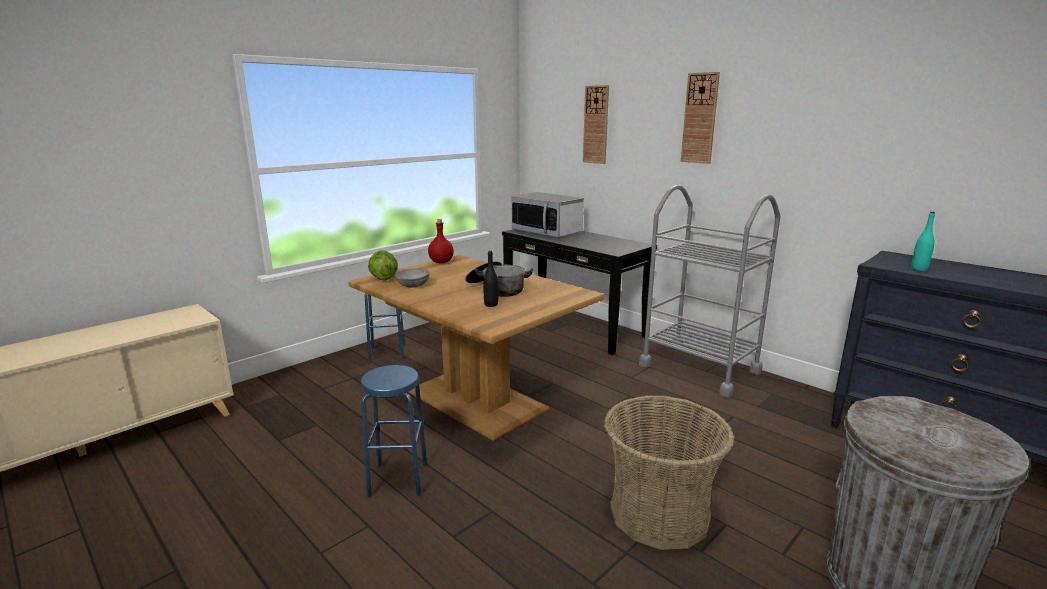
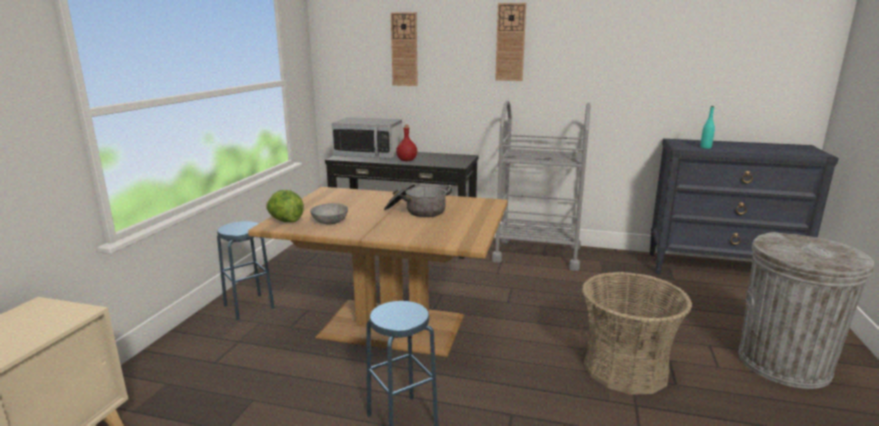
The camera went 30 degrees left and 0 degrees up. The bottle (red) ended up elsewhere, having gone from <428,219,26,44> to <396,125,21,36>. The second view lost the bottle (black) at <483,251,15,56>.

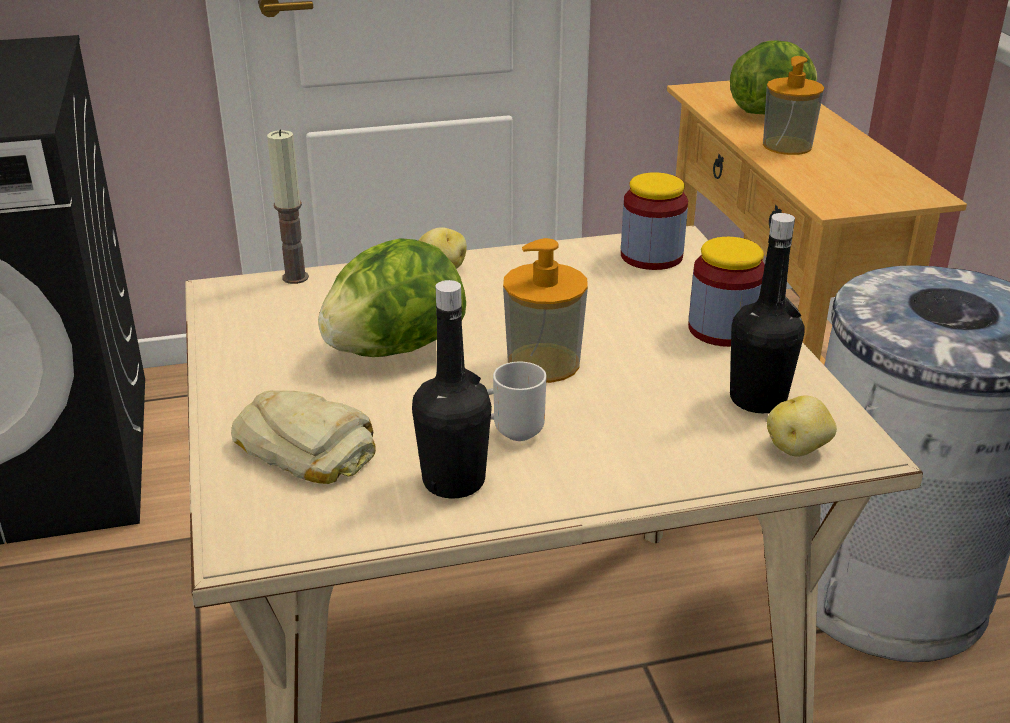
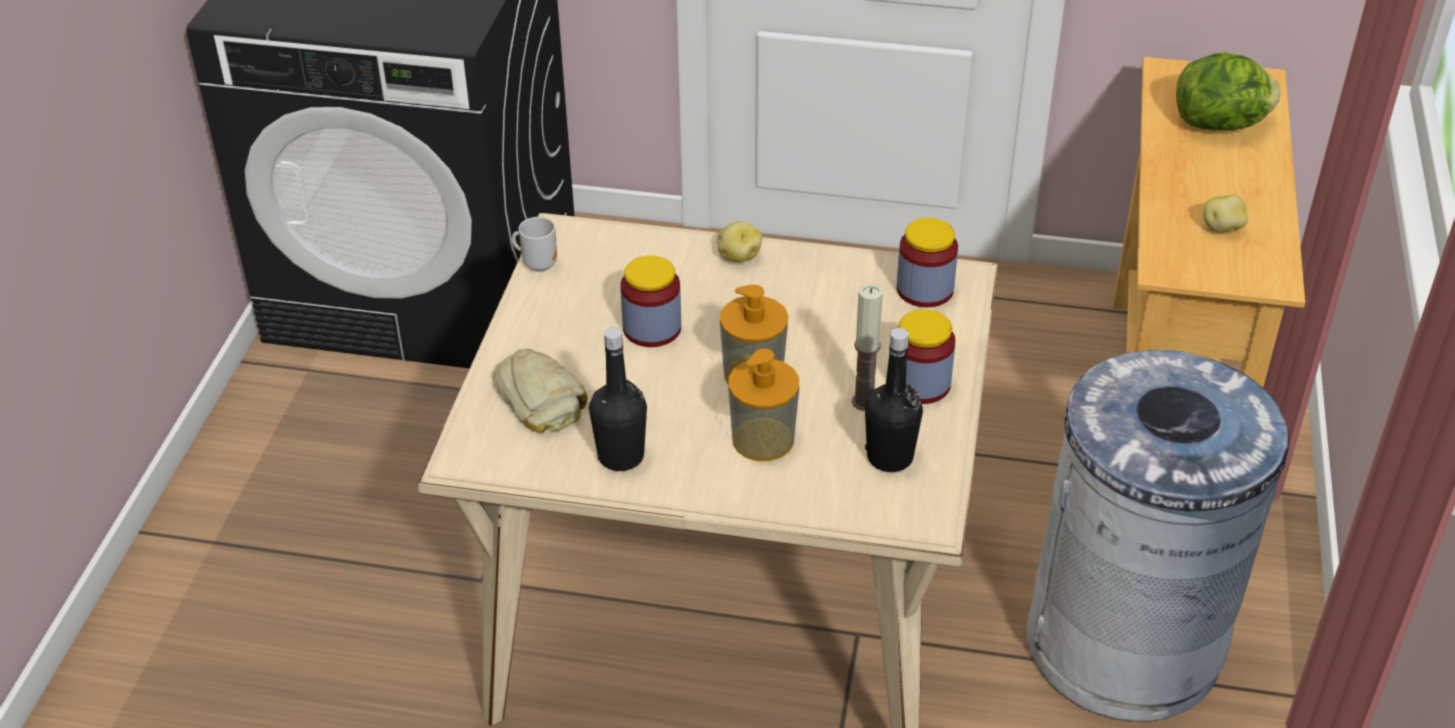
The camera went 25 degrees right and 10 degrees up. The candle ended up elsewhere, having gone from <267,129,42,155> to <852,284,31,127>. Where the lettuce stood at <318,238,148,119>, the jar came to stand at <621,256,60,91>. The mug ended up elsewhere, having gone from <487,362,60,79> to <512,217,45,55>. The soap dispenser ended up elsewhere, having gone from <763,56,61,99> to <728,348,71,113>. The potato ended up elsewhere, having gone from <767,396,70,61> to <1203,195,45,38>.

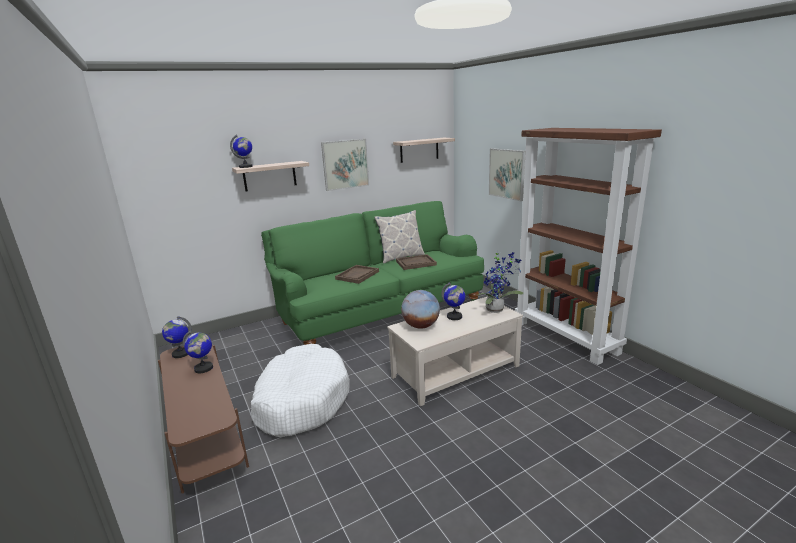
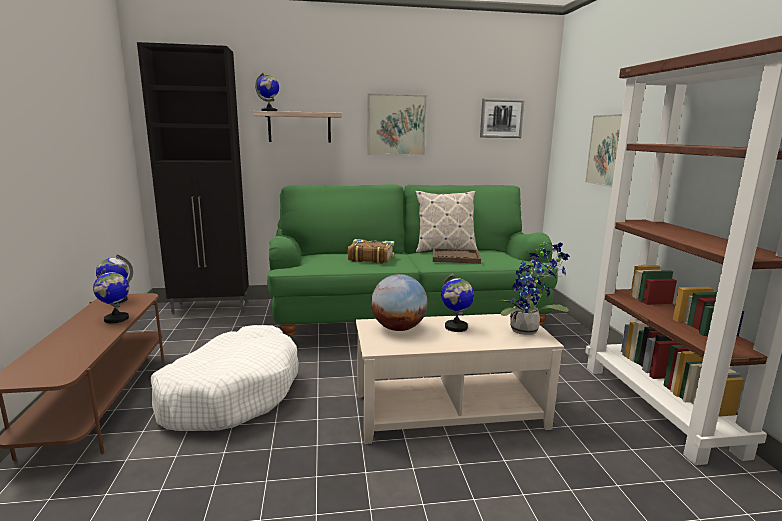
The camera went 20 degrees right and 5 degrees down. Where the tray (brown) stood at <335,265,44,19>, the book came to stand at <348,239,46,25>. Where the shelf hung at <393,138,62,25>, the picture came to hang at <480,99,45,39>. The second view gained the cabinet (black) at <137,42,112,272>.

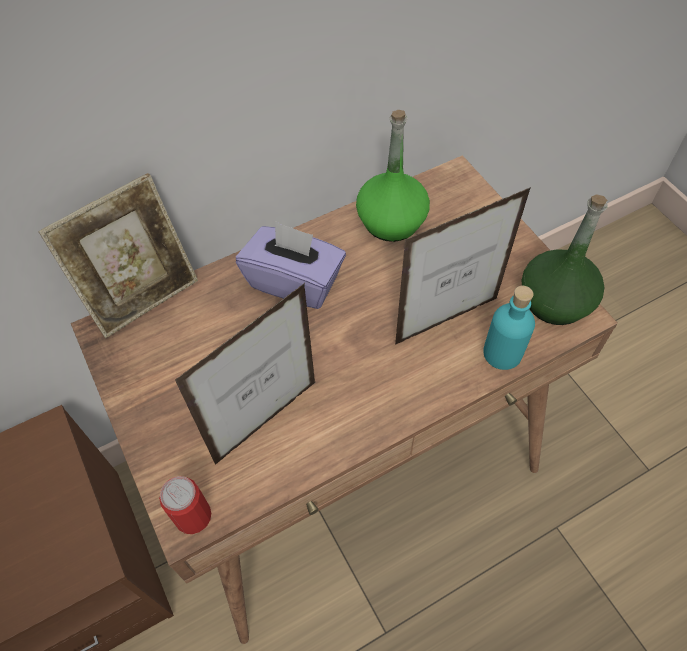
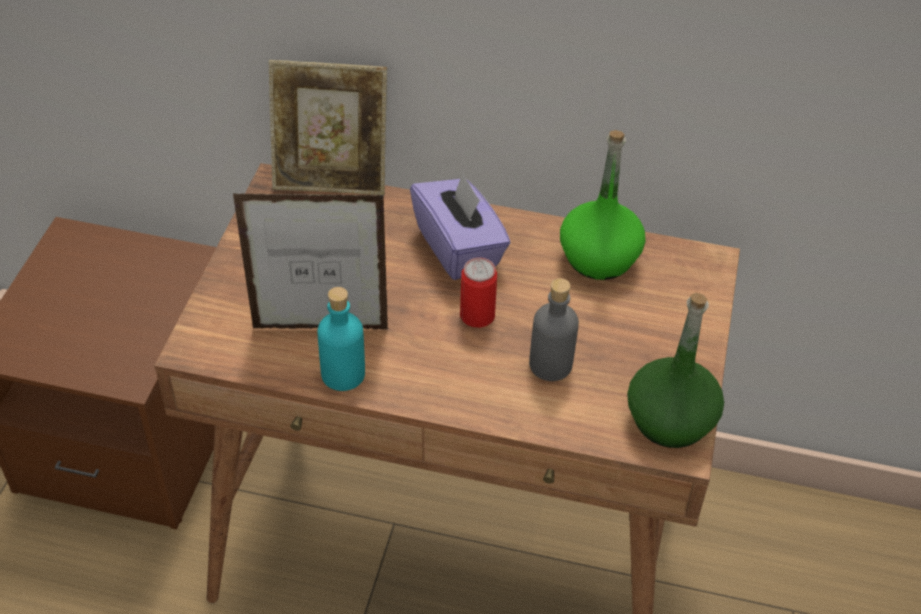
The camera went 40 degrees right and 10 degrees down. The can ended up elsewhere, having gone from <159,476,52,58> to <460,258,37,70>. Where the picture frame stood at <395,187,136,158>, the bottle (grey) came to stand at <529,278,50,103>. The bottle (turquoise) ended up elsewhere, having gone from <483,286,52,84> to <317,287,48,104>.

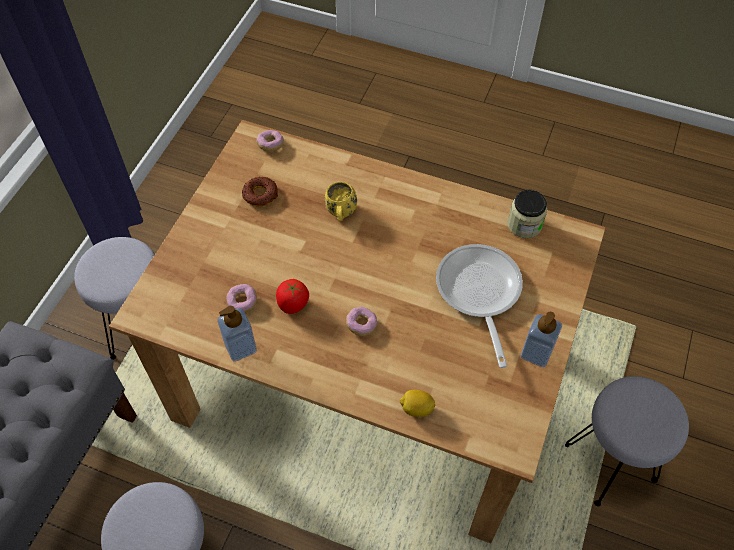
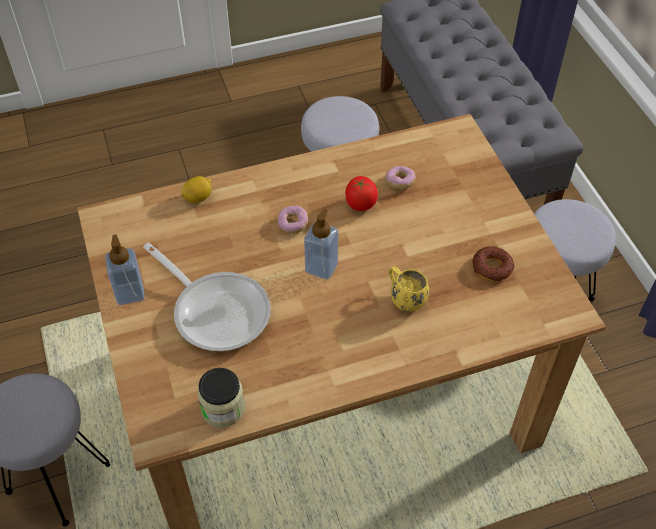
The camera went 140 degrees right and 5 degrees down. The soap dispenser ended up elsewhere, having gone from <217,306,40,55> to <304,209,35,71>. The second view lost the donut at <256,130,28,22>.

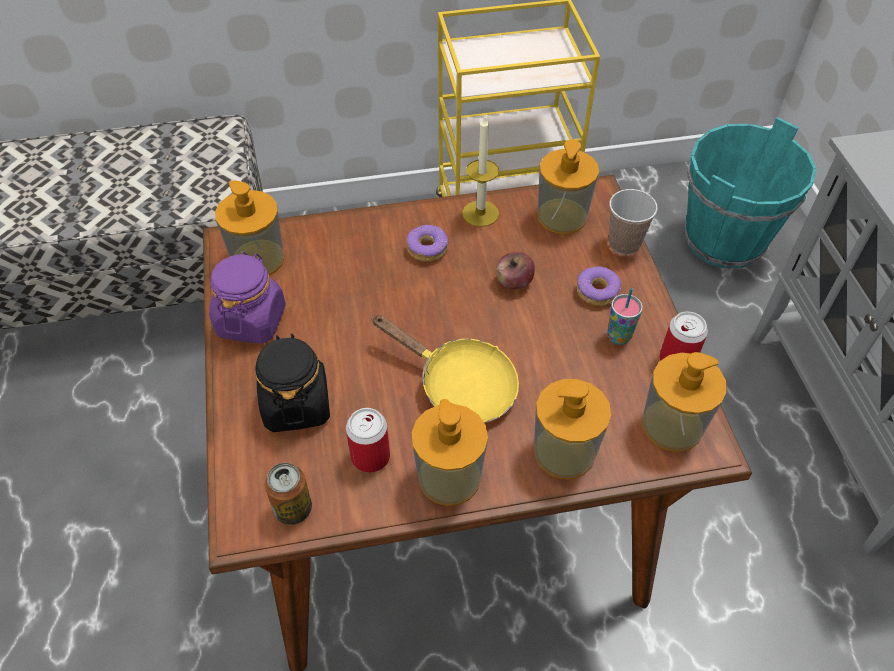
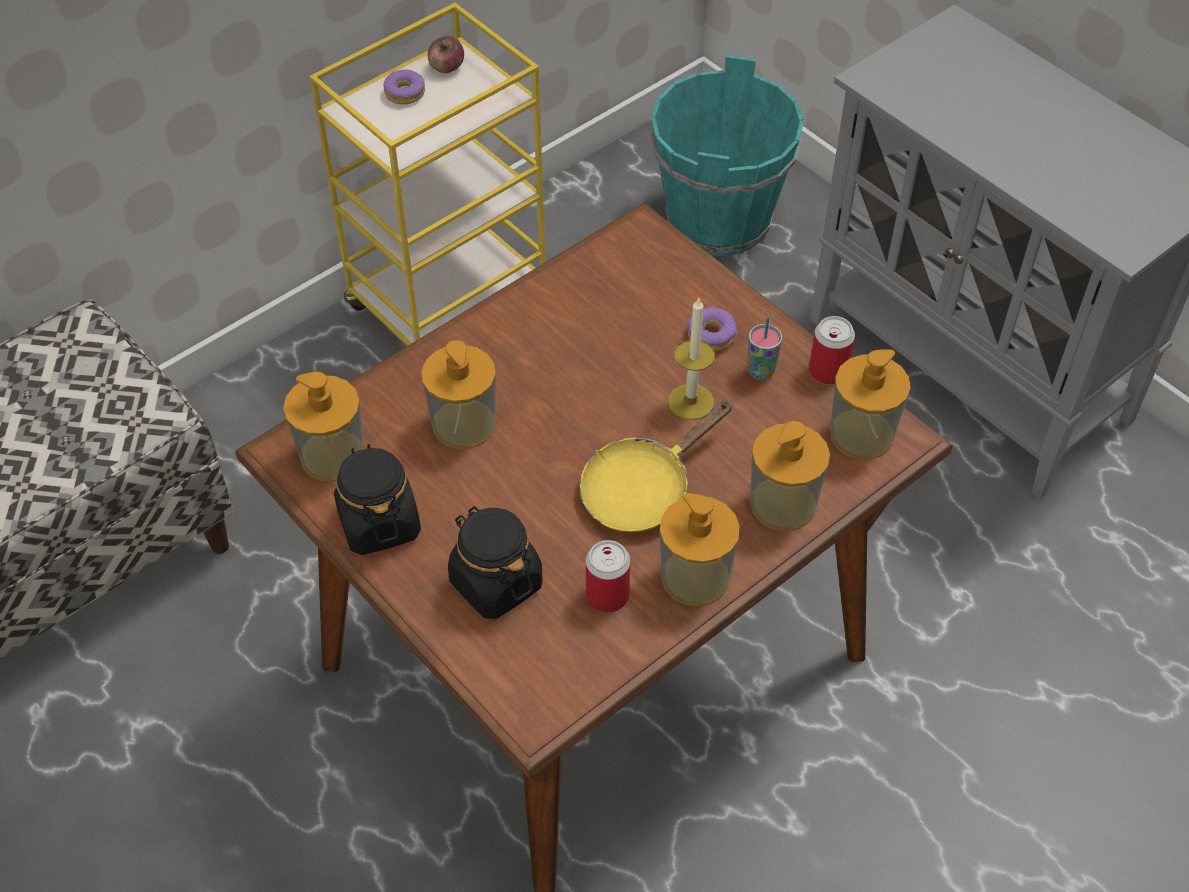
The camera went 30 degrees left and 0 degrees up. What was the jar (purple) at <209,252,77,92> turned into the jar (black) at <334,444,87,111>. The second view lost the can at <265,463,47,62>. The frying pan (yellow) at <371,315,148,108> ended up facing another way, 135 degrees clockwise from before. The donut ended up elsewhere, having gone from <407,225,41,37> to <384,69,41,35>. The candle ended up elsewhere, having gone from <462,117,37,110> to <668,298,47,122>. The apple ended up elsewhere, having gone from <495,252,40,37> to <428,36,36,37>. The soap dispenser ended up elsewhere, having gone from <538,139,61,95> to <421,340,75,110>. The second view lost the cup at <609,189,49,66>.

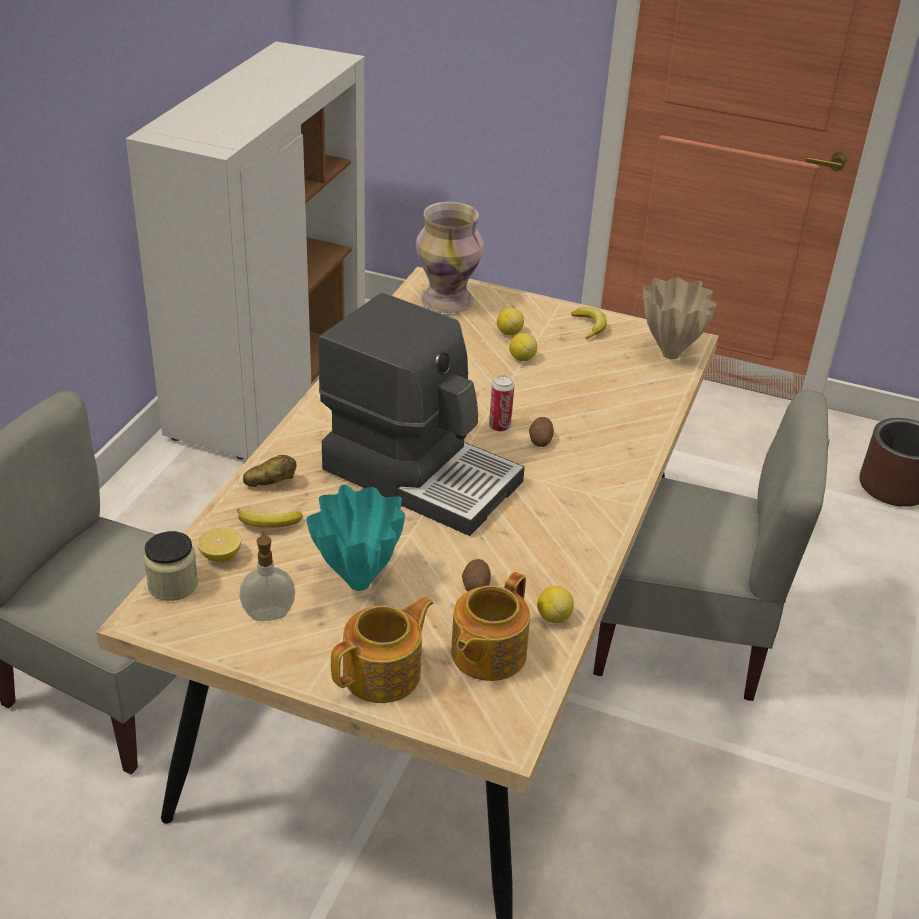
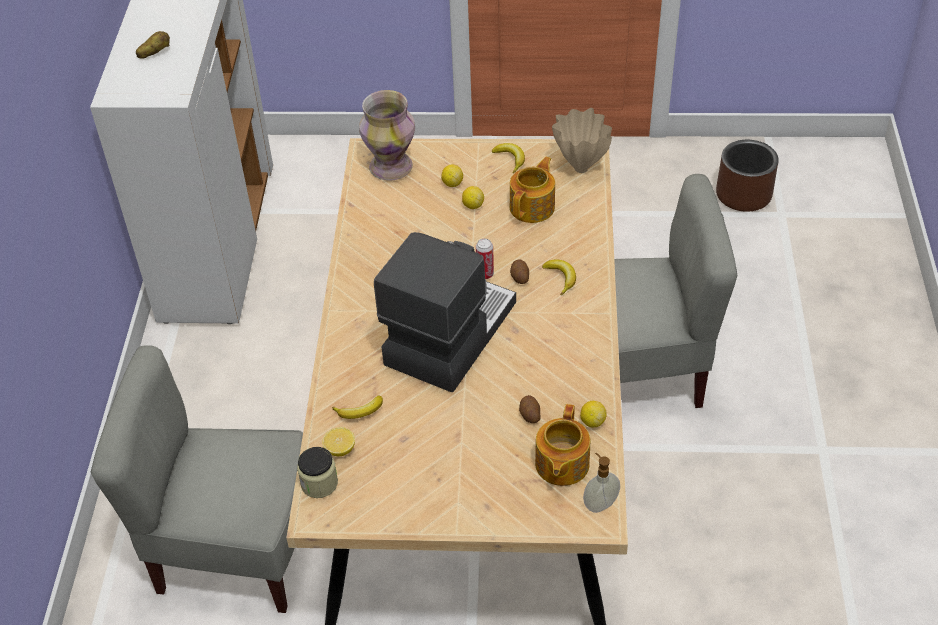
The camera went 15 degrees left and 10 degrees up. The soap dispenser ended up elsewhere, having gone from <239,531,56,90> to <583,453,37,60>. The potato ended up elsewhere, having gone from <243,455,54,32> to <136,31,34,28>. The second view lost the vase (turquoise) at <306,485,99,106>. The coffee machine at <318,293,207,243> ended up facing another way, 75 degrees counterclockwise from before. The teapot ended up elsewhere, having gone from <331,596,102,107> to <509,157,46,66>. The second view gained the banana at <542,260,34,35>.

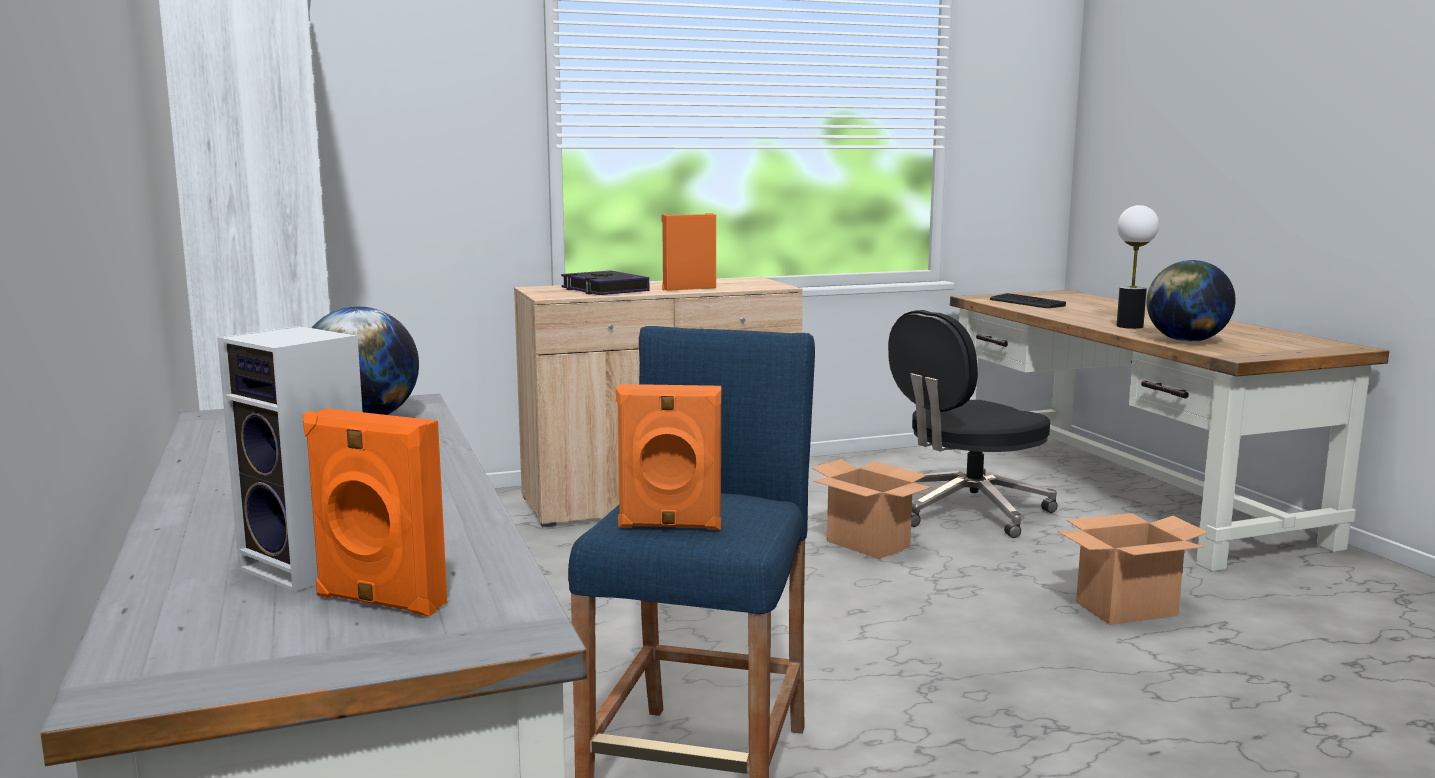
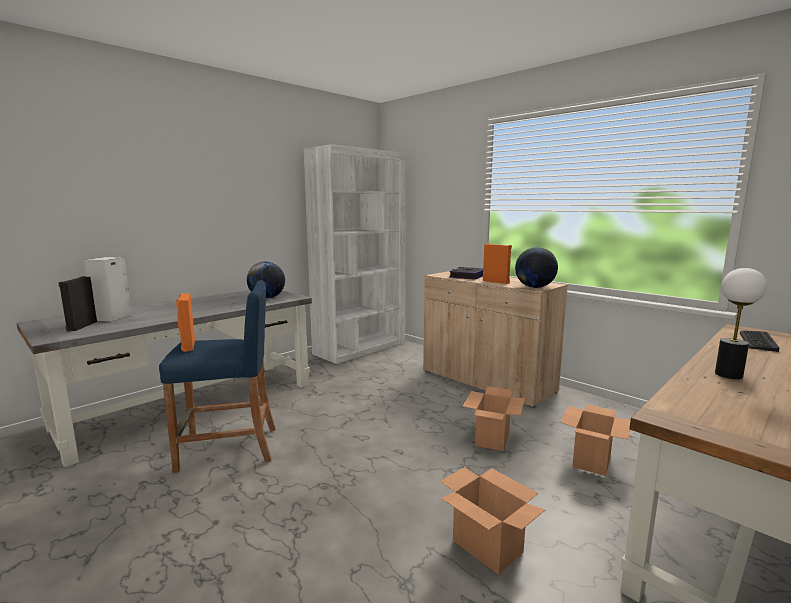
The camera went 65 degrees right and 0 degrees up. What was the speaker (orange) at <303,408,144,208> turned into the speaker (black) at <59,276,38,56>. Where the office chair (black) stood at <888,310,169,228>, the cardboard box came to stand at <561,404,69,72>. The globe ended up elsewhere, having gone from <1147,260,89,82> to <515,247,43,41>.

